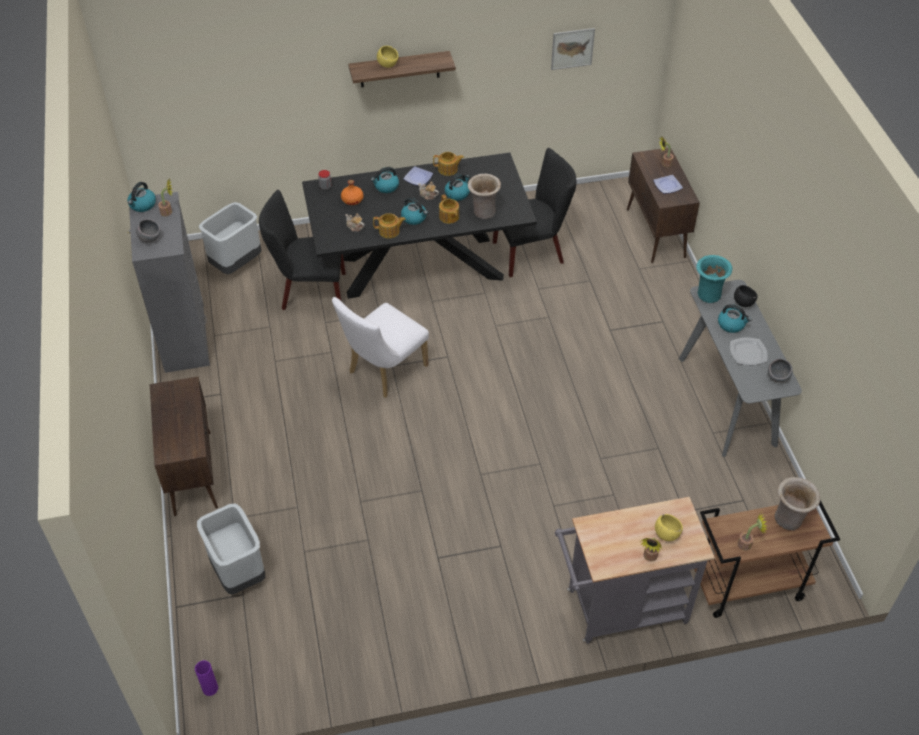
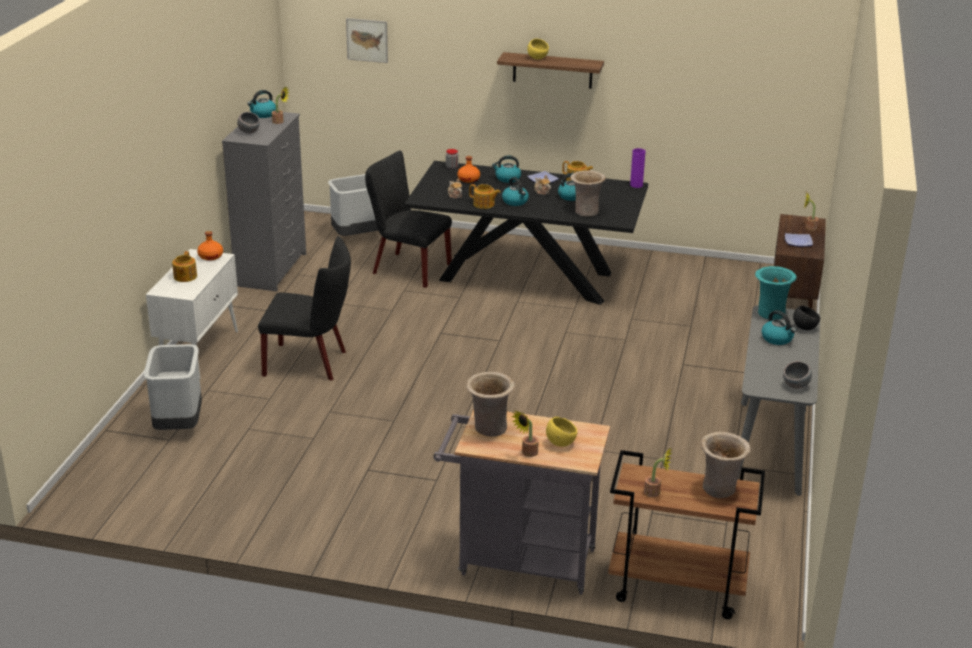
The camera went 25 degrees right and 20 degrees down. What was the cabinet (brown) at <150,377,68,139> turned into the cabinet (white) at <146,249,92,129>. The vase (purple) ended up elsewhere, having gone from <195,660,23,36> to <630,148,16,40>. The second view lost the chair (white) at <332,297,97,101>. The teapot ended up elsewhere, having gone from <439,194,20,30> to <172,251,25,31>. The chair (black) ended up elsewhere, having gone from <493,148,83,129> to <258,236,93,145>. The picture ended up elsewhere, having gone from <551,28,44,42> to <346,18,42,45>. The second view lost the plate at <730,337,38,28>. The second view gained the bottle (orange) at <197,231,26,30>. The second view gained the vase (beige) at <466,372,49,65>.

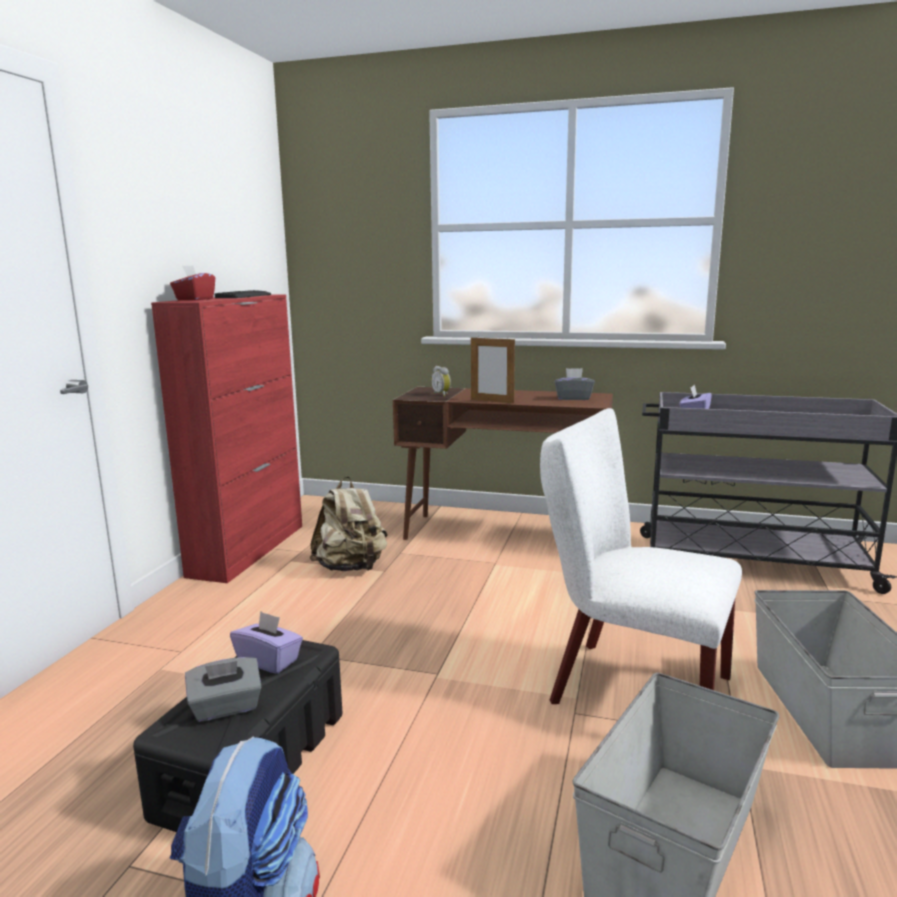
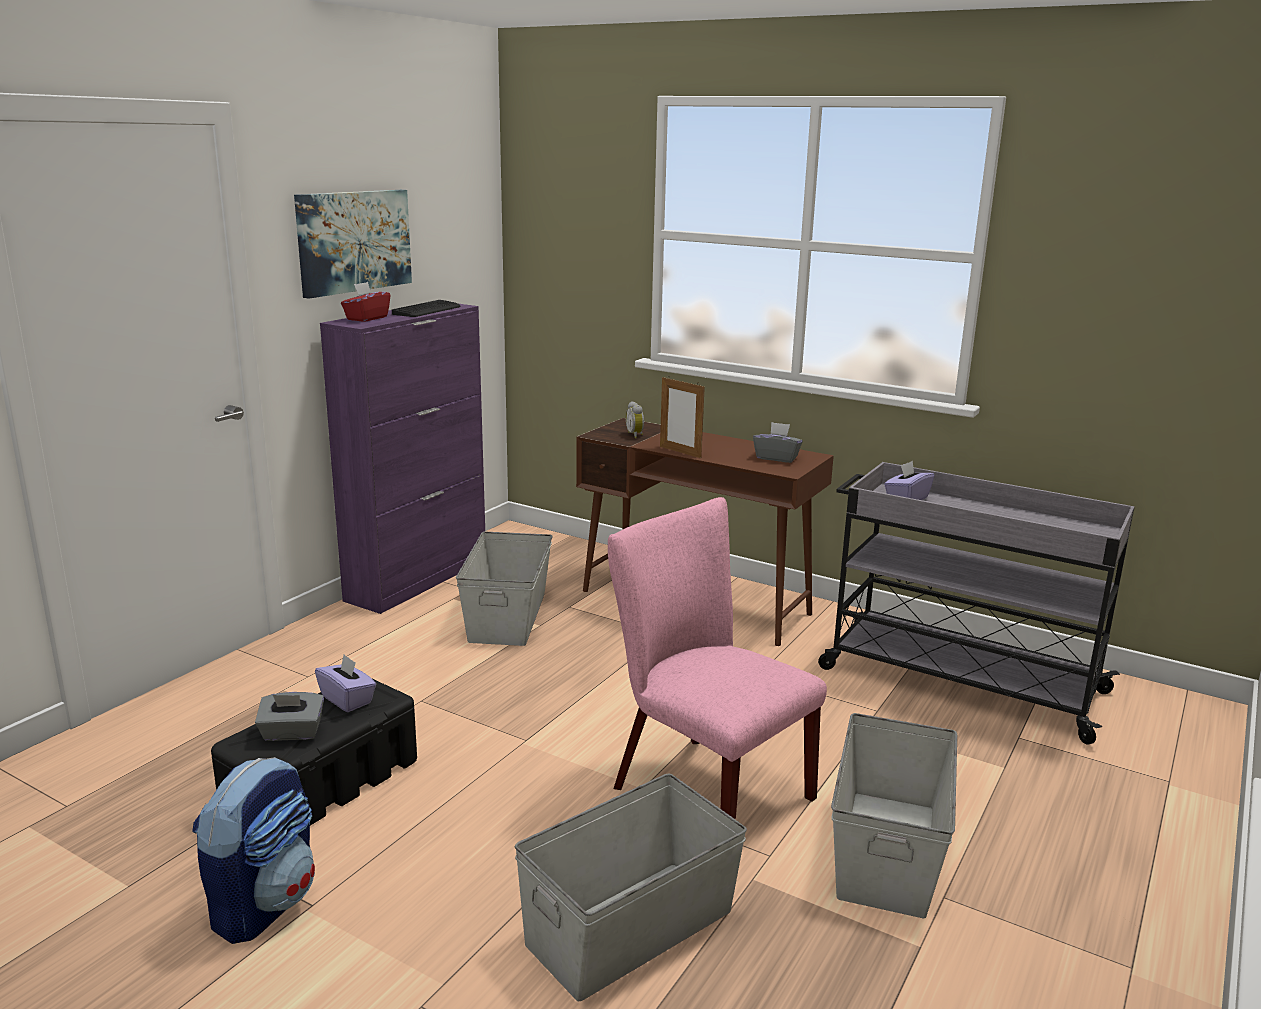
The camera went 15 degrees right and 5 degrees up. What was the cabinet (red) at <151,295,151,288> turned into the cabinet (purple) at <320,304,165,310>. Where the backpack (beige) stood at <309,476,78,95>, the storage box (grey) came to stand at <456,532,97,114>. What was the chair (white) at <540,408,202,296> turned into the chair (pink) at <608,497,219,323>. The second view gained the picture at <294,190,118,109>.

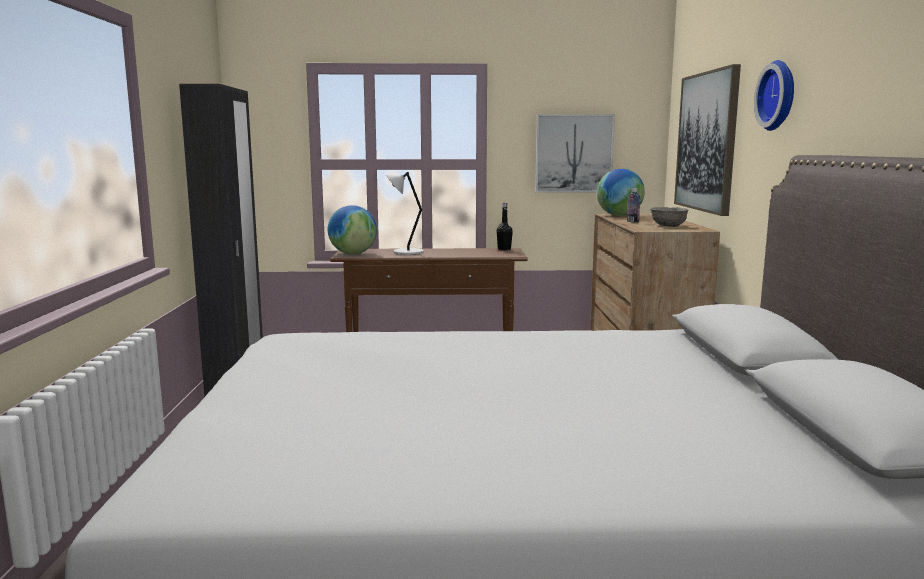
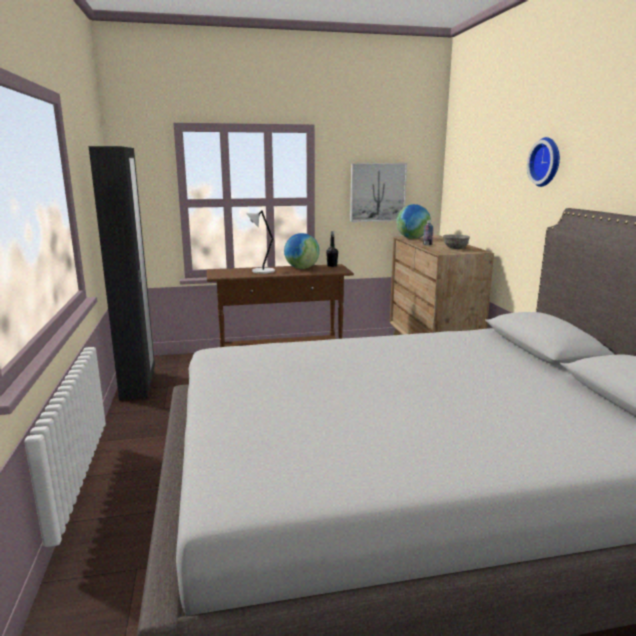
The camera went 10 degrees left and 5 degrees up. The globe ended up elsewhere, having gone from <328,205,49,49> to <284,233,36,36>. The second view lost the picture at <674,64,67,152>.

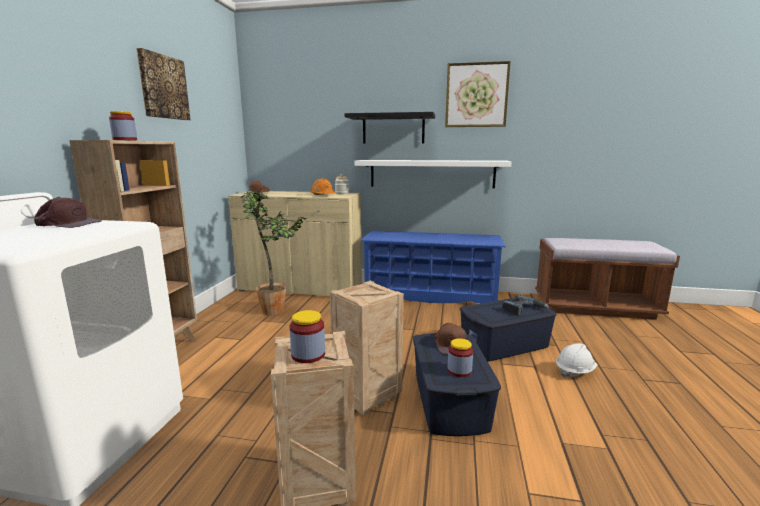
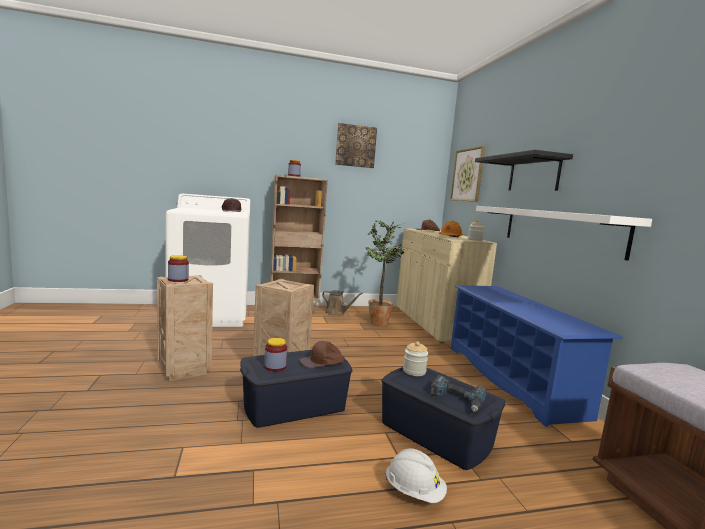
The camera went 65 degrees right and 5 degrees down. The picture ended up elsewhere, having gone from <445,61,66,66> to <450,146,35,56>. The second view gained the watering can (brown) at <322,290,41,26>. The second view gained the jar at <403,342,25,34>.

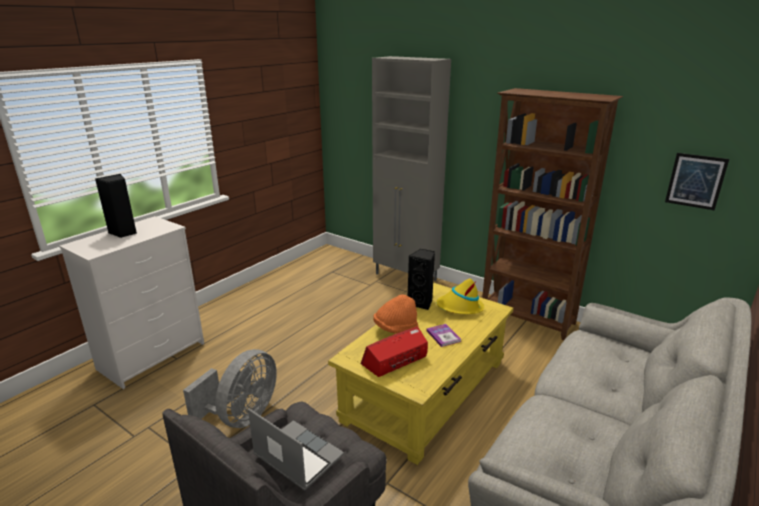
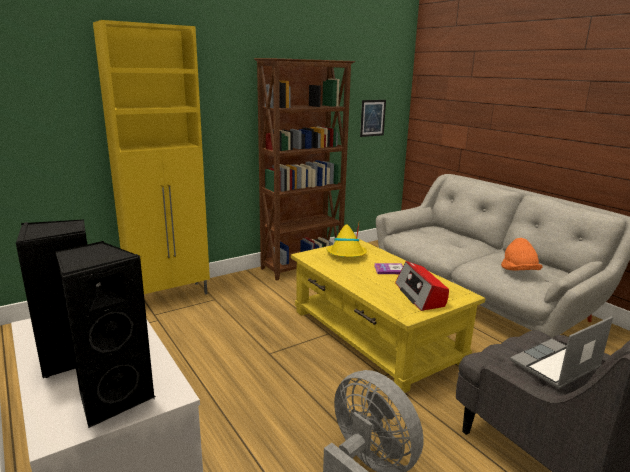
The camera went 70 degrees left and 5 degrees down. What was the cabinet (grey) at <372,56,79,225> turned into the cabinet (yellow) at <93,20,117,275>. The hat (orange) ended up elsewhere, having gone from <373,295,45,39> to <501,238,41,33>. The speaker (black) ended up elsewhere, having gone from <408,249,27,61> to <56,241,100,187>.

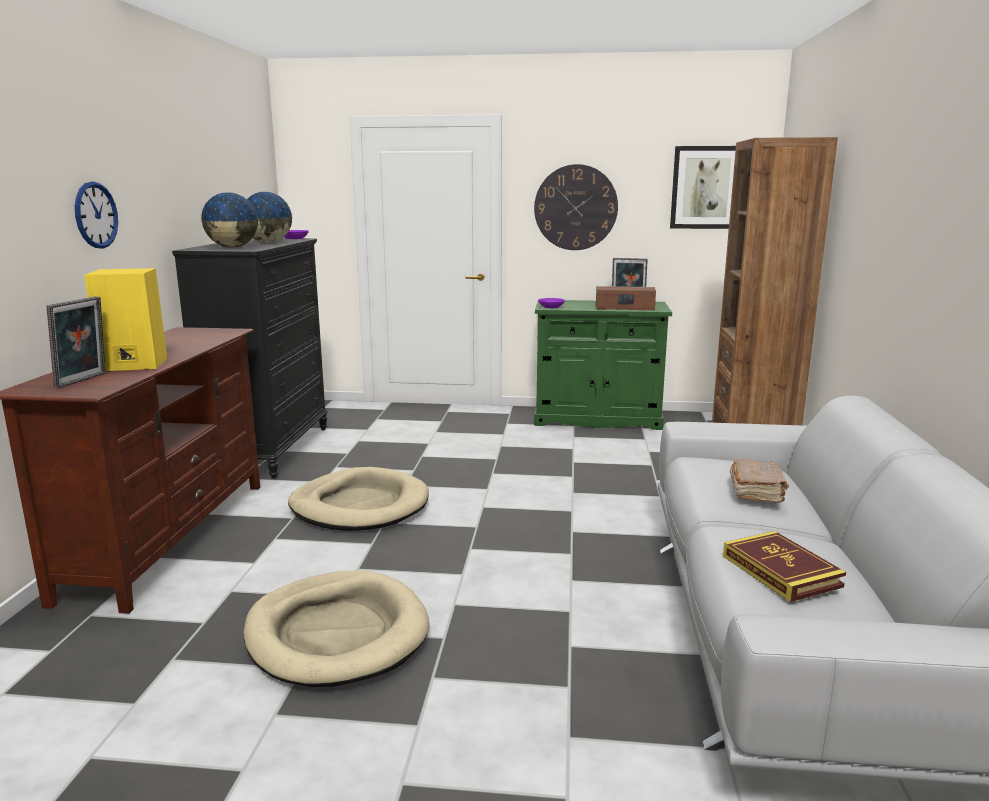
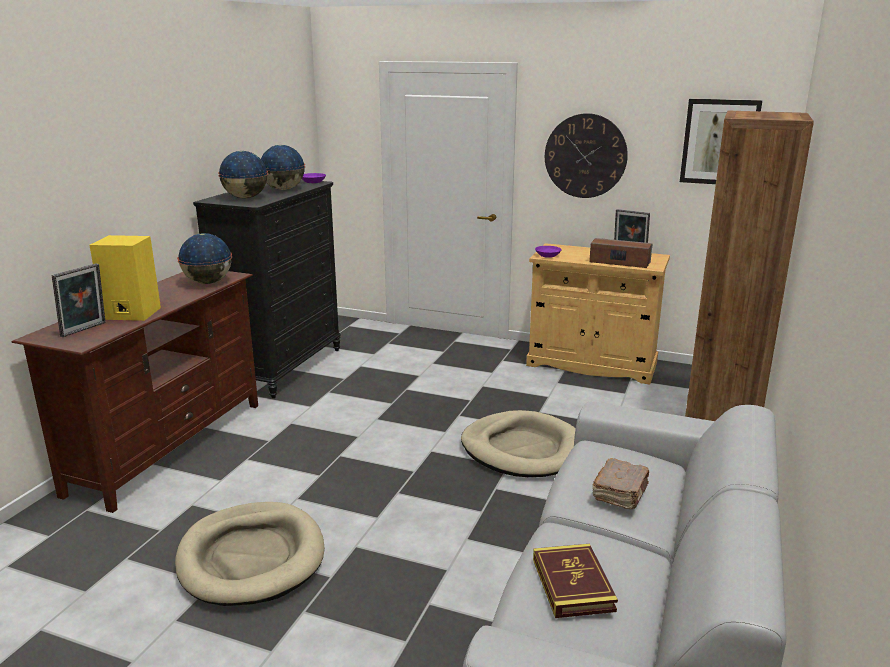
The camera went 15 degrees right and 5 degrees up. The second view lost the wall clock at <75,182,43,67>. The dog bed (beige) ended up elsewhere, having gone from <288,467,141,64> to <461,410,115,67>. What was the cabinet (green) at <534,300,138,130> turned into the cabinet (beige) at <526,243,144,142>. The second view gained the globe at <177,233,55,51>.

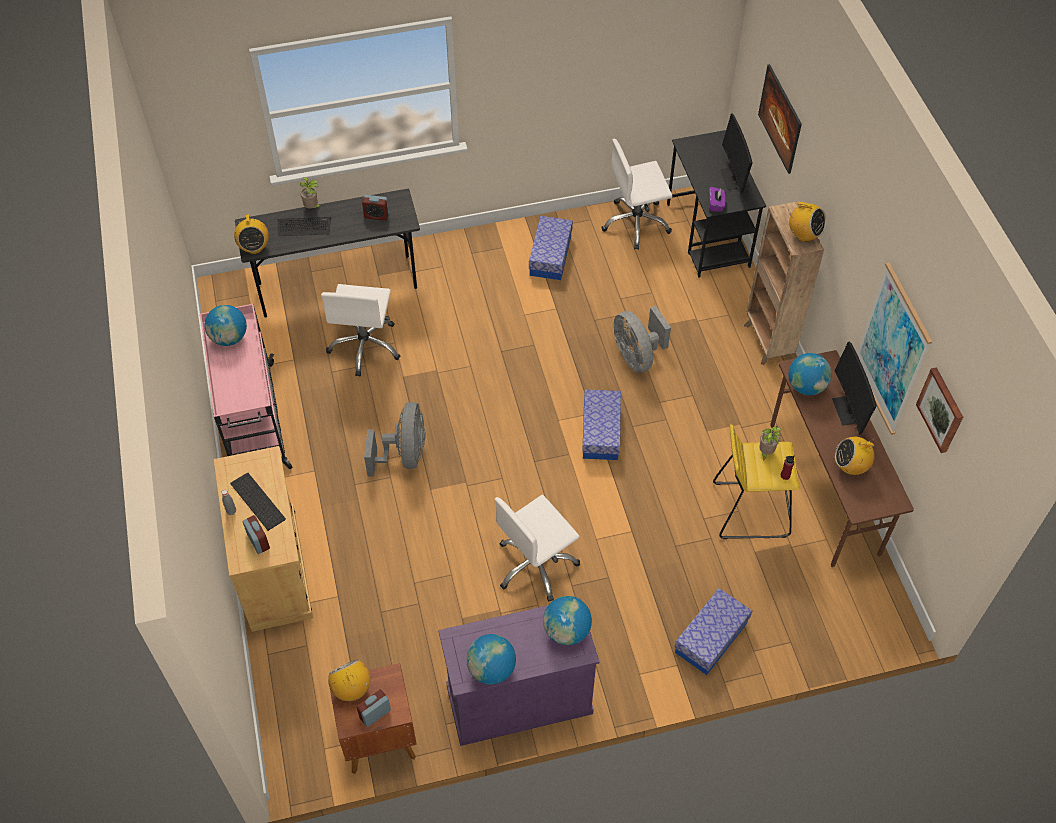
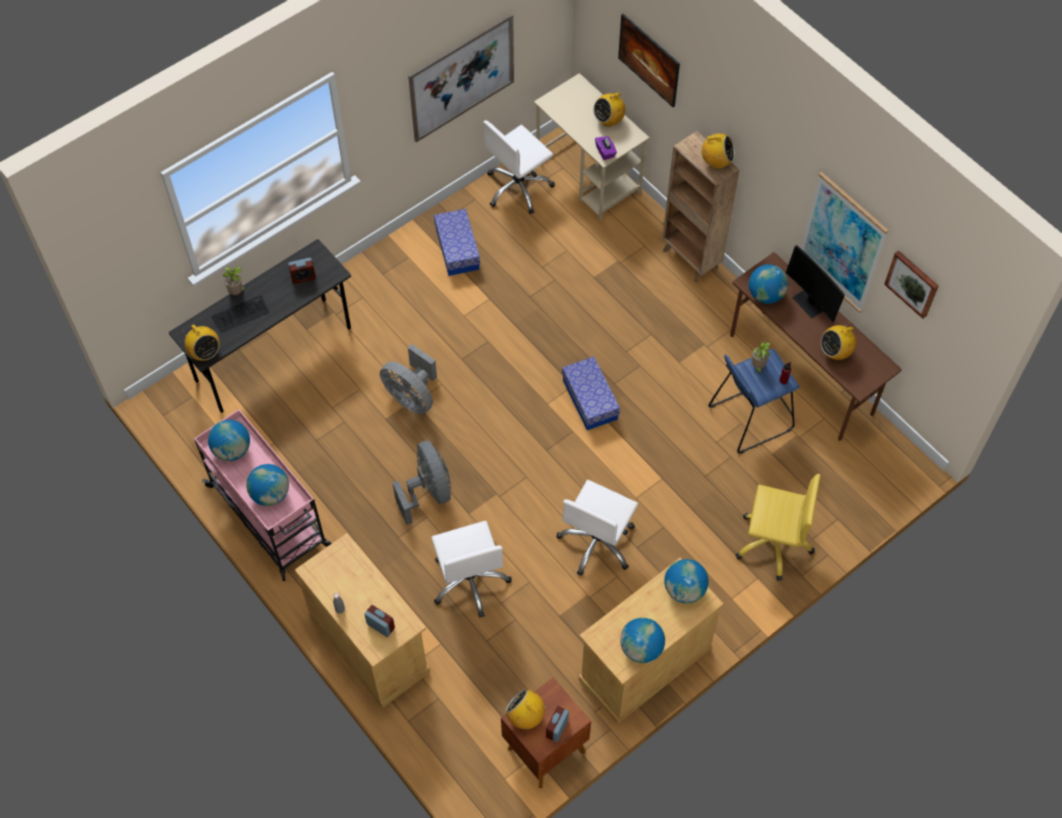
The camera went 25 degrees left and 5 degrees up. The second view lost the keyboard at <230,473,56,58>. The office chair (white) ended up elsewhere, having gone from <321,284,79,92> to <431,521,80,96>. What was the cabinet (purple) at <438,598,161,148> turned into the cabinet (beige) at <579,558,145,166>. The fan (grey) ended up elsewhere, having gone from <614,306,57,67> to <380,344,57,70>. What was the desk (black) at <667,130,99,148> turned into the desk (beige) at <534,73,116,147>. Where the storage box stood at <674,588,78,87>, the office chair (yellow) came to stand at <736,474,85,107>. What was the stool (yellow) at <713,424,87,115> turned into the stool (blue) at <708,349,91,105>. Where the monitor stood at <720,114,33,80>, the radio came to stand at <594,90,31,37>. The second view gained the globe at <246,464,43,42>. The second view gained the picture at <408,14,106,128>.

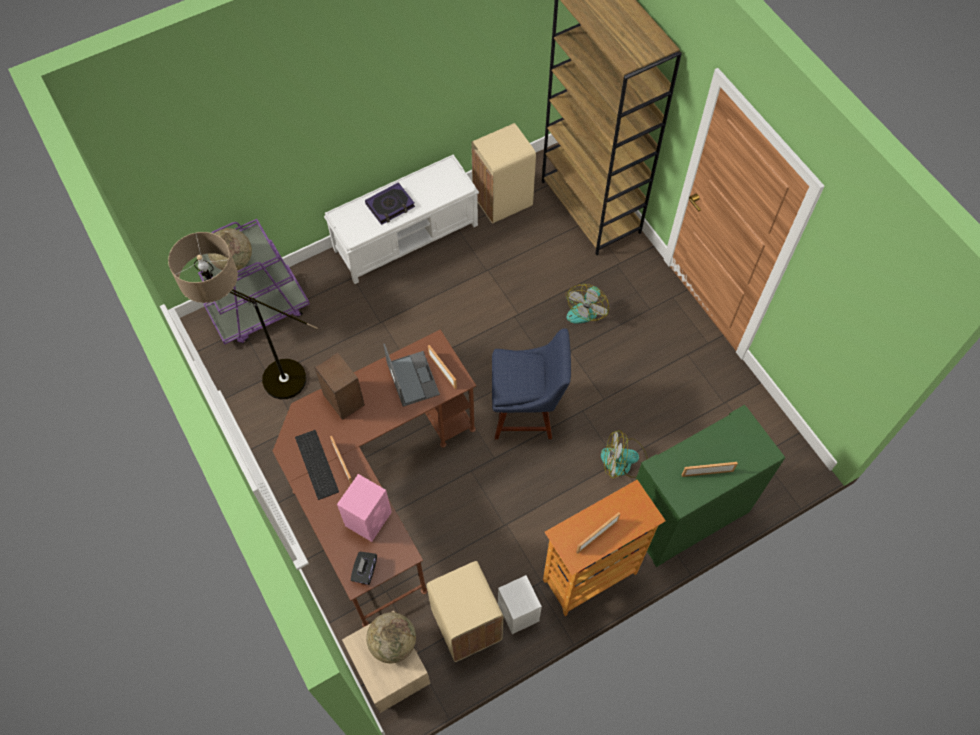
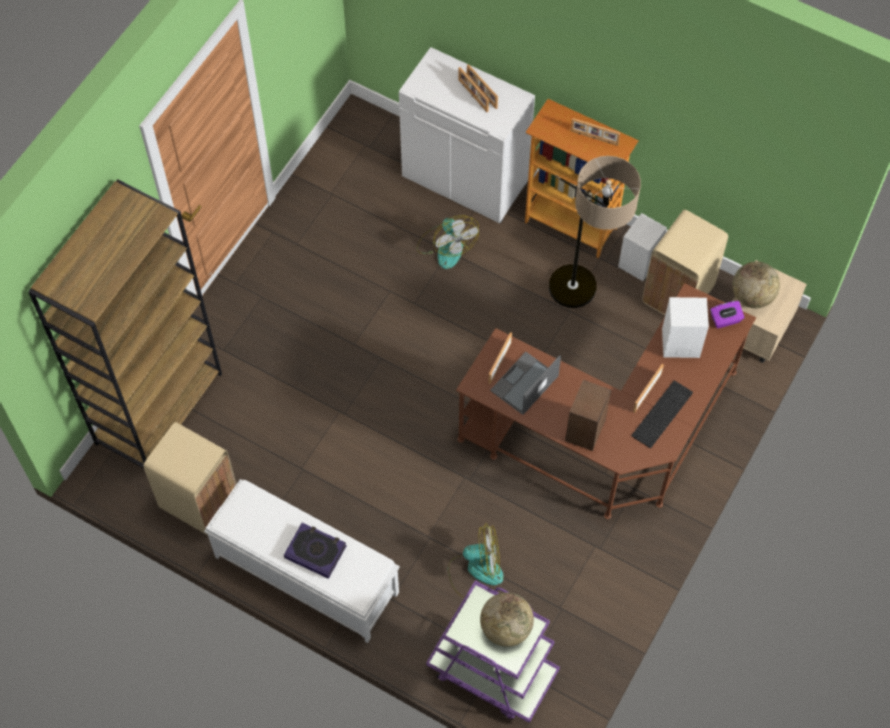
The camera went 120 degrees left and 0 degrees up. The floor lamp ended up elsewhere, having gone from <168,232,150,167> to <549,156,92,152>. What was the speaker (pink) at <337,474,55,68> turned into the speaker (white) at <662,297,47,61>. What was the tissue box (black) at <351,552,26,33> turned into the tissue box (purple) at <710,301,34,27>. The second view lost the chair (blue) at <492,328,79,111>. The fan ended up elsewhere, having gone from <565,284,44,39> to <448,523,56,76>. What was the cabinet (green) at <636,405,150,162> turned into the cabinet (white) at <399,47,136,176>. The second view gained the picture frame at <458,67,31,45>.

